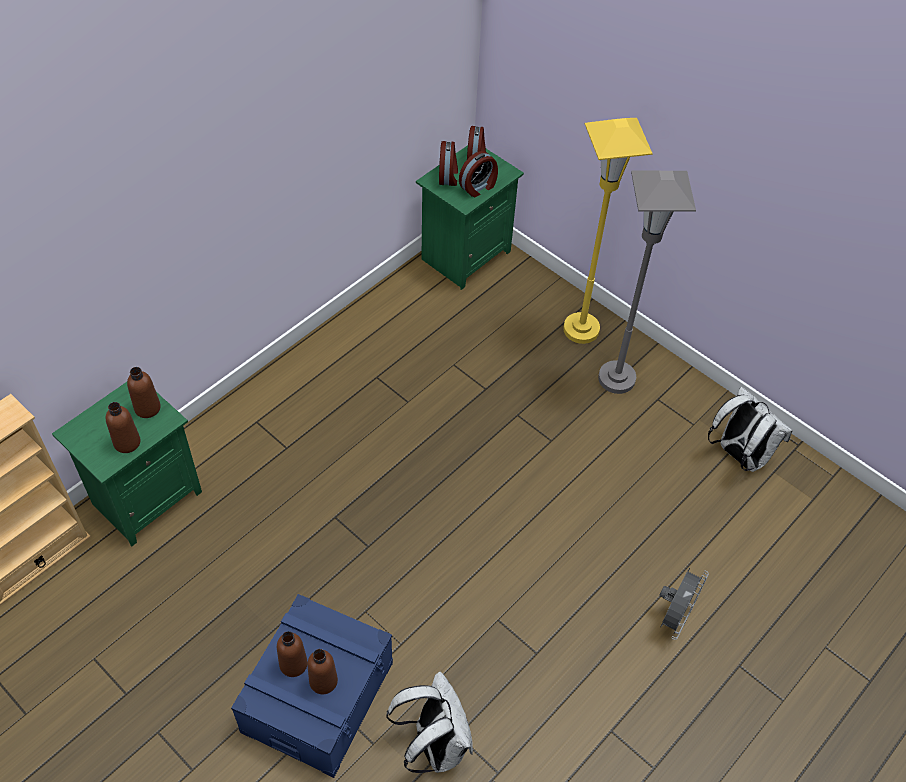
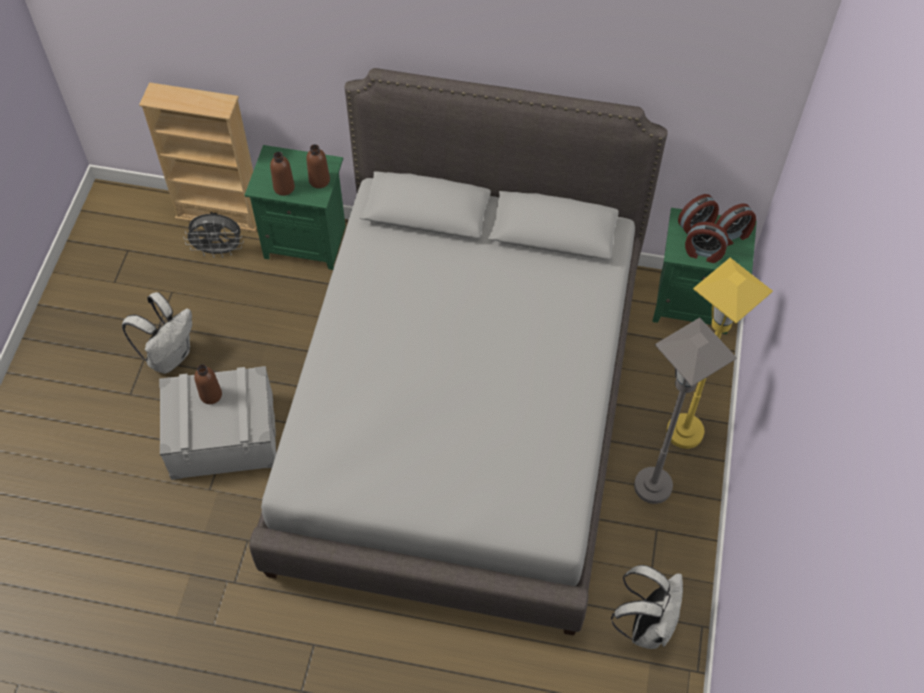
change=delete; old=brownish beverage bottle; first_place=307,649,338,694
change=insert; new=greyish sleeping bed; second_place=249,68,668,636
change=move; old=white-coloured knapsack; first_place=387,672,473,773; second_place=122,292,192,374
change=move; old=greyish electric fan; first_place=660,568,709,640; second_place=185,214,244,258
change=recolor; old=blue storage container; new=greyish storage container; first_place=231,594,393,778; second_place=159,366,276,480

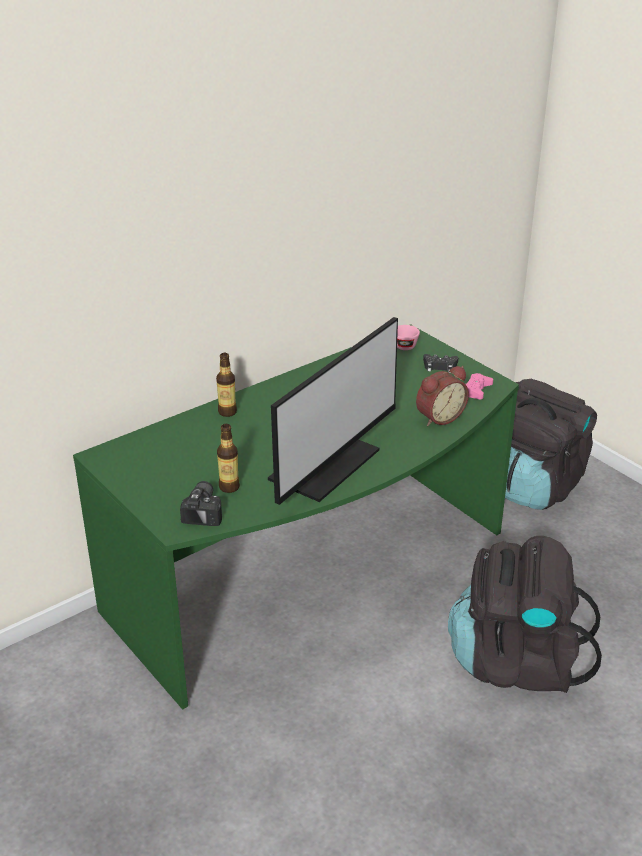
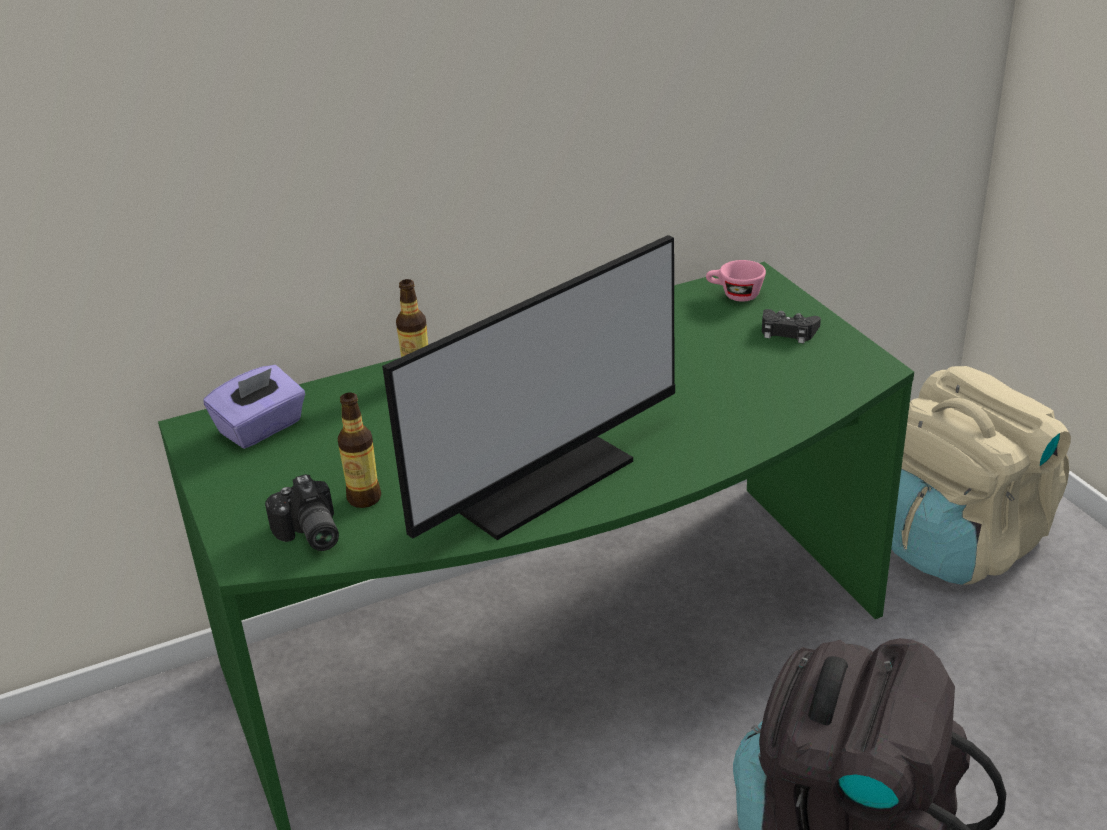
change=delete; old=alarm clock; first_place=416,366,469,426
change=delete; old=pink game controller; first_place=466,373,493,399
change=insert; new=purple-coloured tissue box; second_place=203,365,305,449
change=recolor; old=blackish knapsack; new=beige-coloured knapsack; first_place=505,379,597,510; second_place=891,366,1071,585
change=rotate; old=still camera; first_place=180,481,222,526; second_place=265,474,339,551; degrees=135

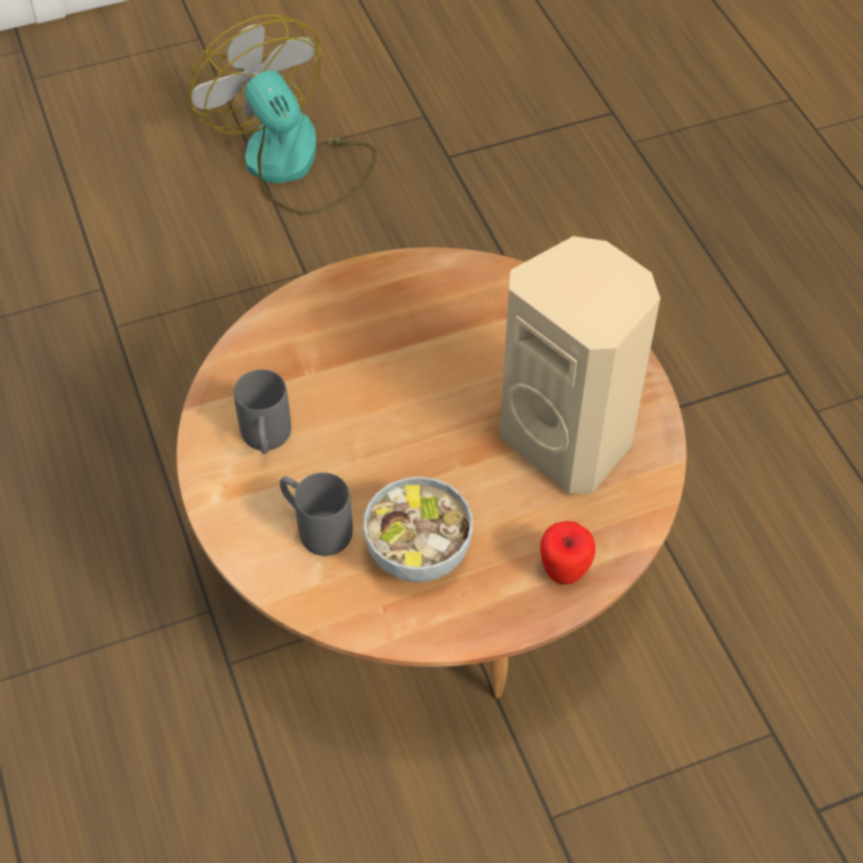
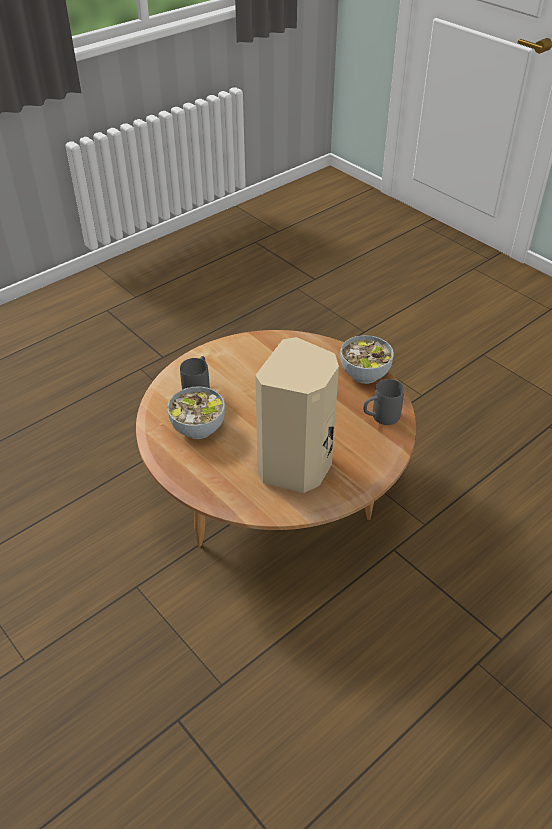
change=delete; old=electric fan; first_place=190,15,377,215
change=delete; old=apple; first_place=540,521,595,585
change=insert; new=bowl; second_place=340,335,394,384
change=move; old=greyish tea mug; first_place=234,369,291,454; second_place=363,379,404,425

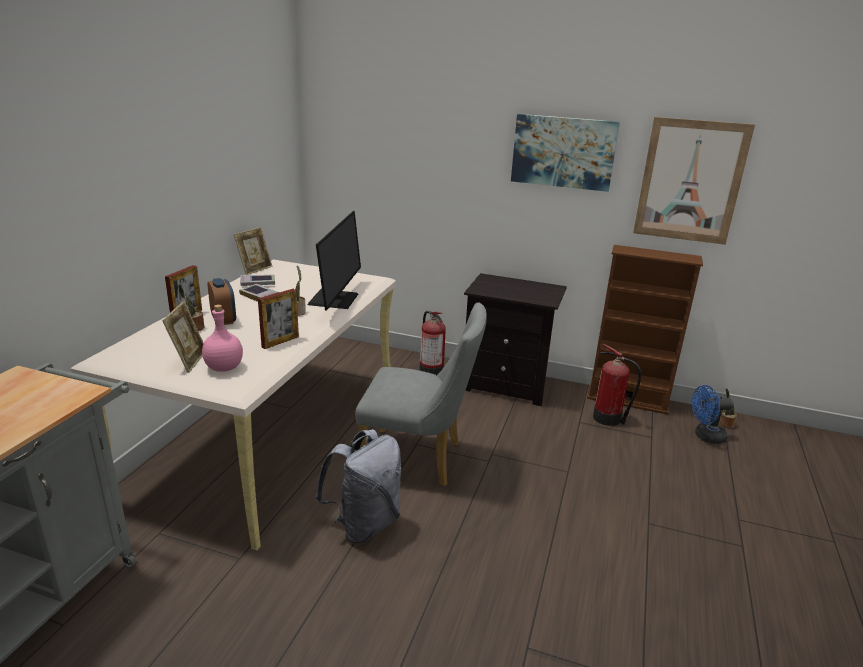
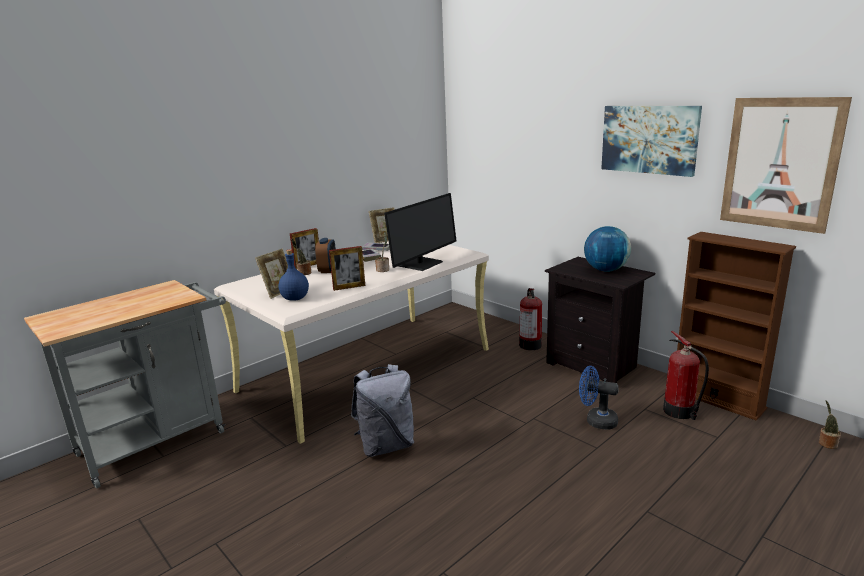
change=delete; old=greyish plain chair; first_place=355,302,487,486
change=insert; new=world globe; second_place=584,226,631,272
change=move; old=blue electric fan; first_place=692,385,733,444; second_place=579,366,619,429
change=recolor; old=pink beverage bottle; new=blue beverage bottle; first_place=202,304,243,372; second_place=279,249,309,301

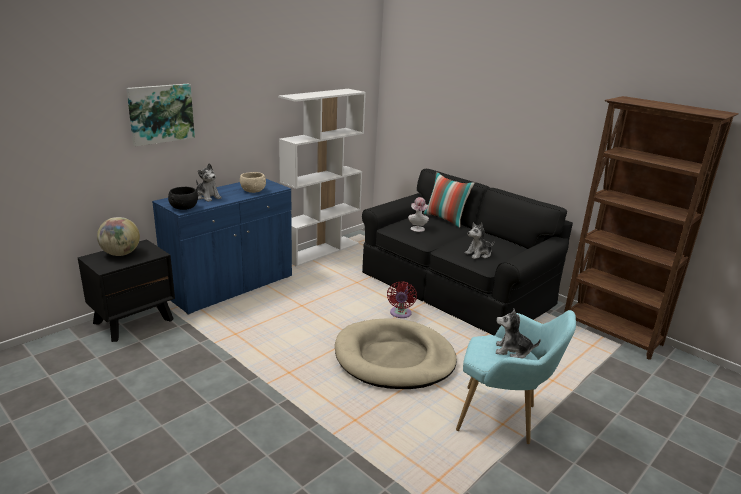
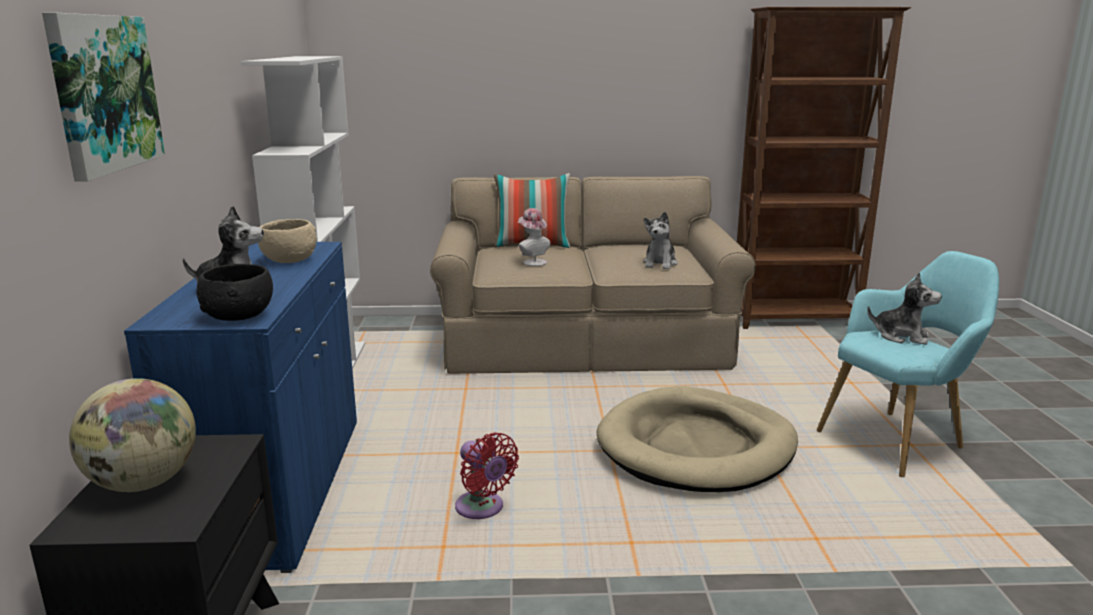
change=move; old=red electric fan; first_place=387,282,417,318; second_place=455,432,519,519
change=recolor; old=blackish sofa; new=beige-coloured sofa; first_place=362,169,573,336; second_place=430,176,756,374
change=rotate; old=plush toy; first_place=496,309,541,358; second_place=867,272,942,345; degrees=-120

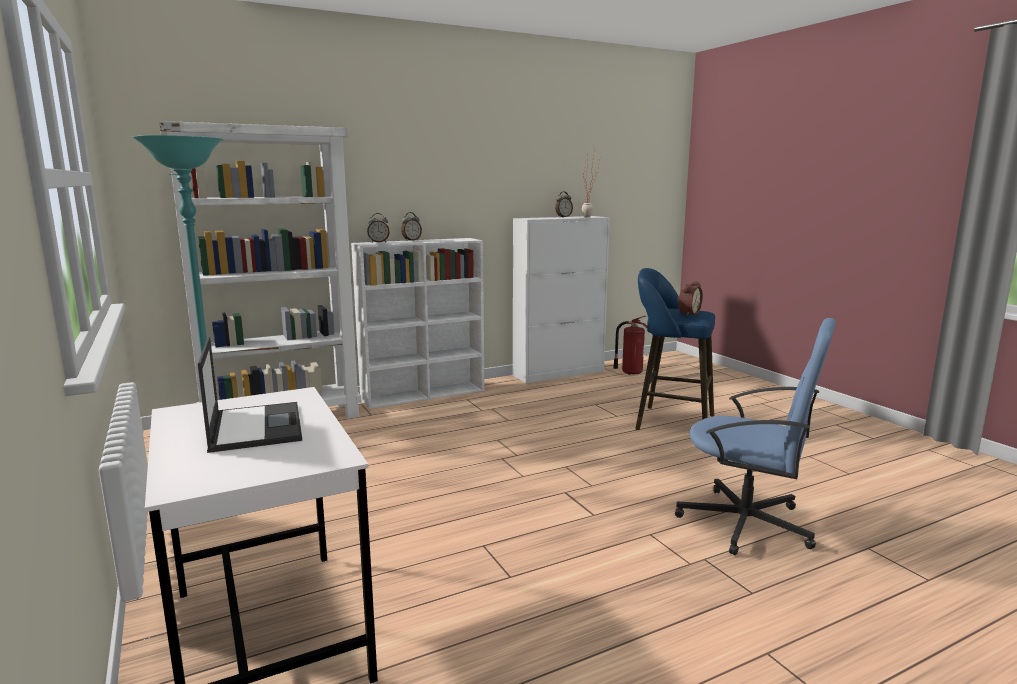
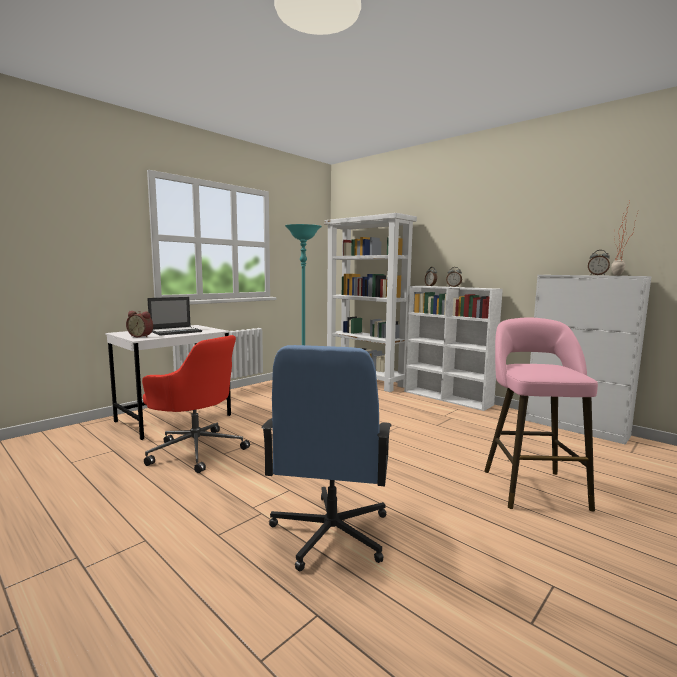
change=delete; old=fire-fighting cylinder; first_place=613,316,647,375
change=insert; new=red desk chair; second_place=142,335,250,473
change=move; old=alarm clock; first_place=678,281,703,316; second_place=126,311,153,337
change=recolor; old=blue sitting stool; new=pink sitting stool; first_place=635,268,715,430; second_place=484,317,598,511

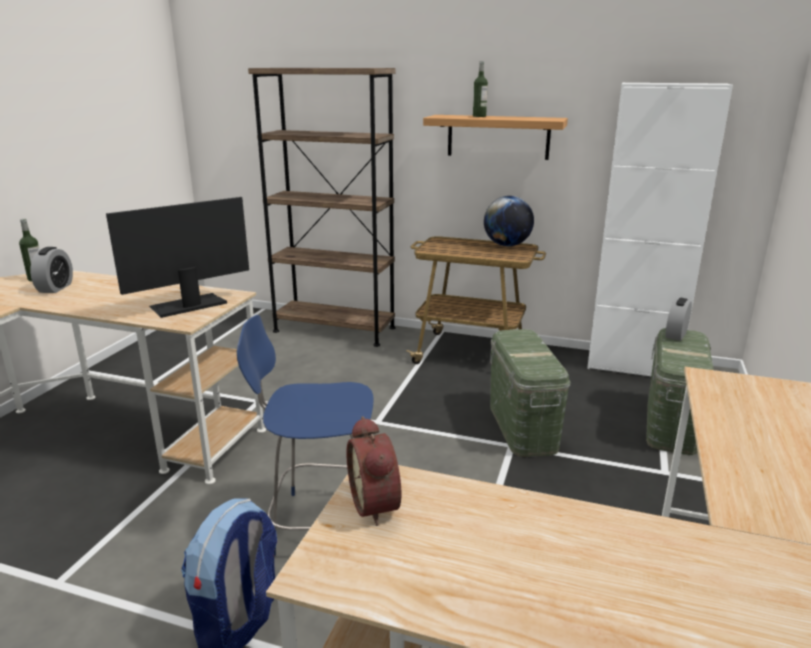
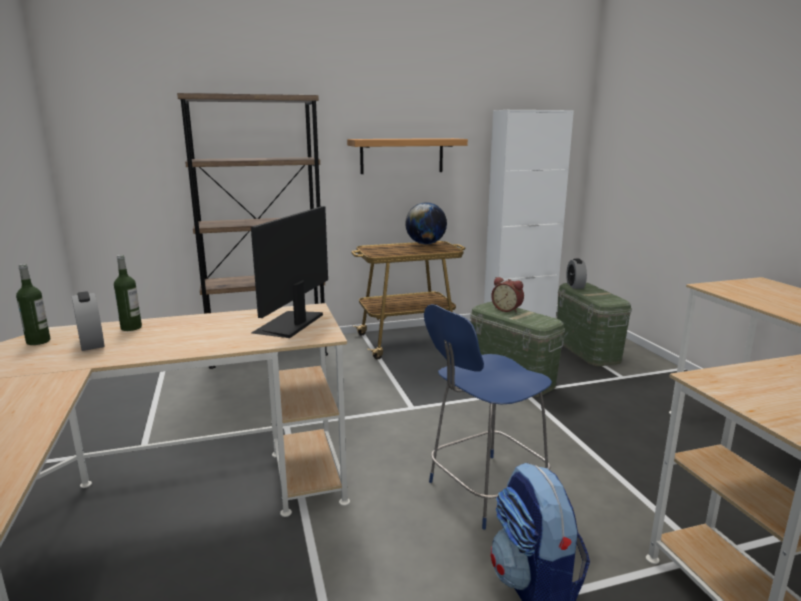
change=move; old=alarm clock; first_place=346,416,401,526; second_place=491,277,524,313
change=move; old=beverage bottle; first_place=473,61,488,117; second_place=114,255,142,331

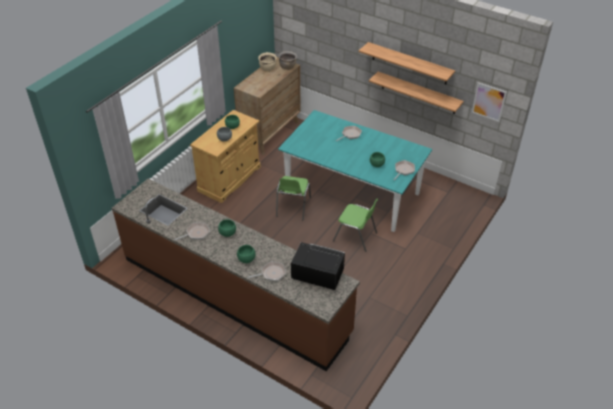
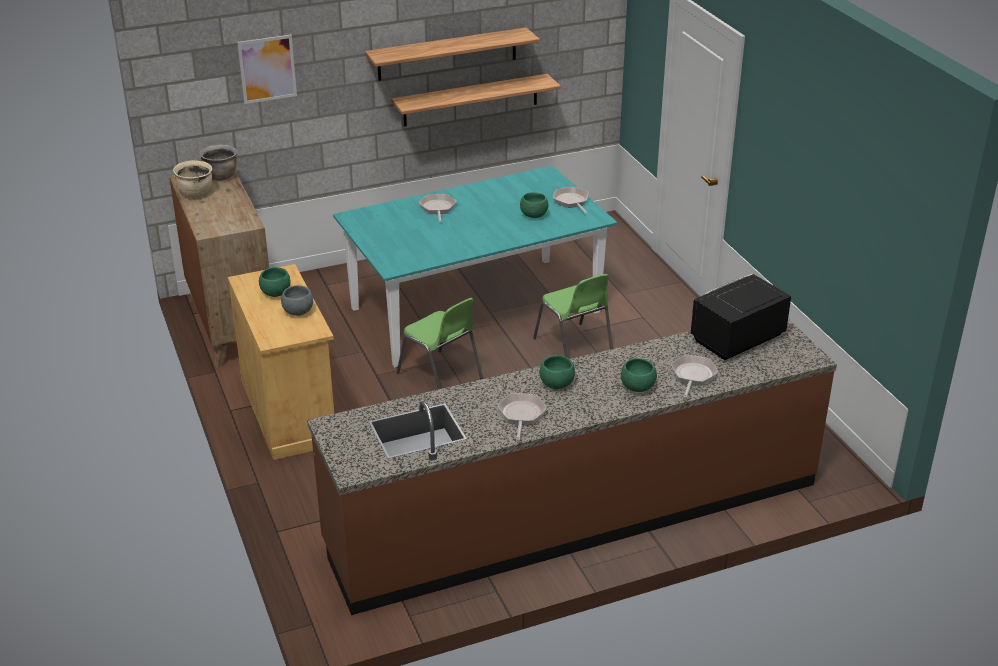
change=move; old=picture; first_place=472,82,507,122; second_place=237,35,297,104
change=rotate; old=green plain chair; first_place=333,198,378,252; second_place=533,274,613,358; degrees=90

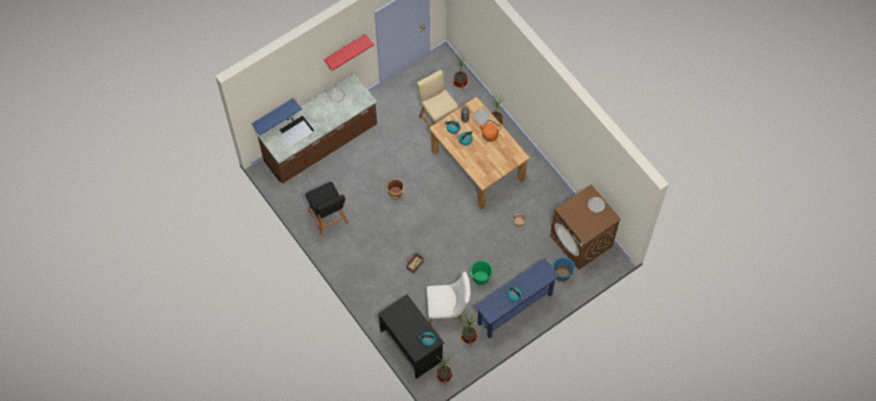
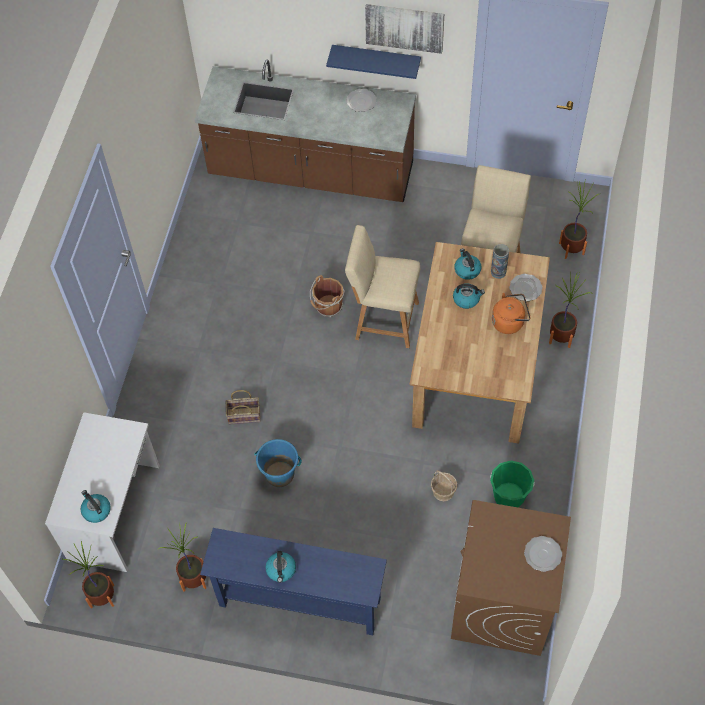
change=delete; old=blackish sitting stool; first_place=305,182,348,235
change=delete; old=white-coloured plain chair; first_place=426,272,470,326
change=insert; new=beige-coloured sitting stool; second_place=345,225,420,348
change=move; old=blue shelf; first_place=252,98,302,135; second_place=326,45,421,79
change=move; old=green water bucket; first_place=470,260,493,285; second_place=490,461,535,508
change=move; old=blue water bucket; first_place=552,257,575,282; second_place=254,439,302,487
change=replace; old=red shelf; new=picture; first_place=324,34,374,71; second_place=365,4,444,54
change=recolor; old=blackish desk table; new=white-coloured desk table; first_place=378,294,444,379; second_place=45,412,160,572

